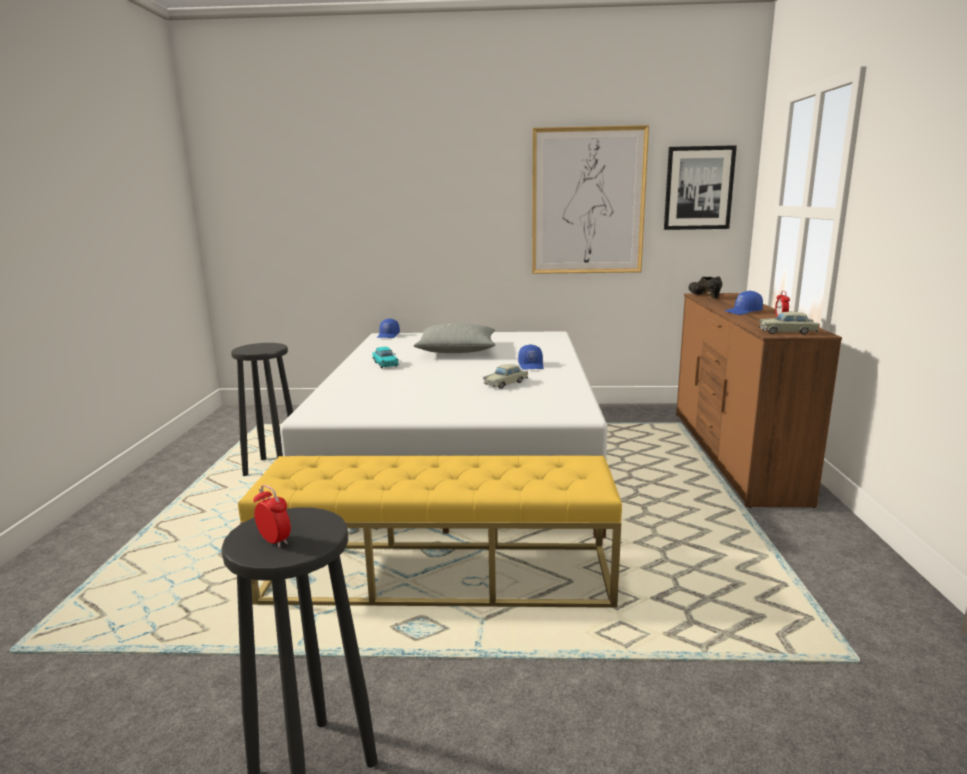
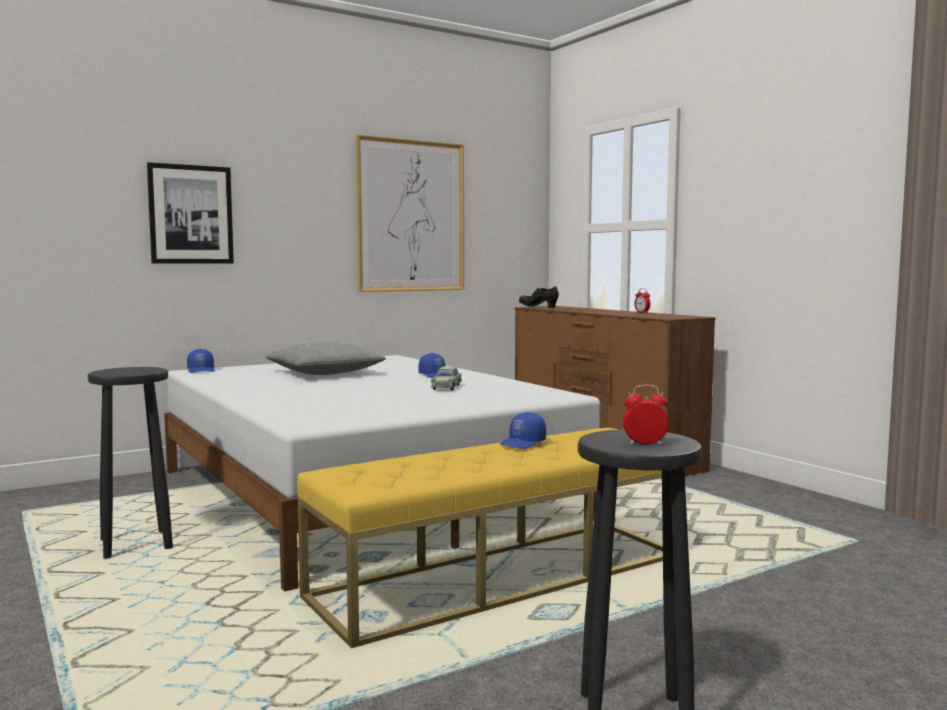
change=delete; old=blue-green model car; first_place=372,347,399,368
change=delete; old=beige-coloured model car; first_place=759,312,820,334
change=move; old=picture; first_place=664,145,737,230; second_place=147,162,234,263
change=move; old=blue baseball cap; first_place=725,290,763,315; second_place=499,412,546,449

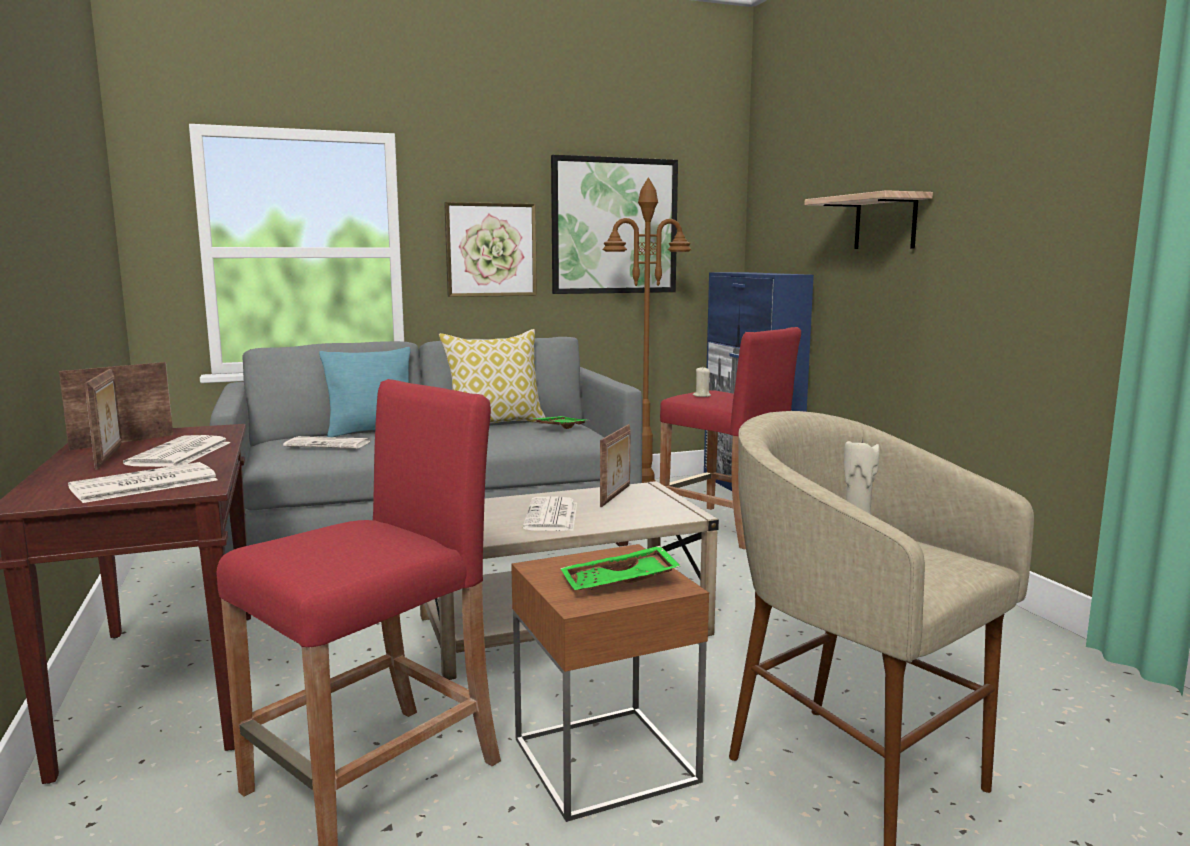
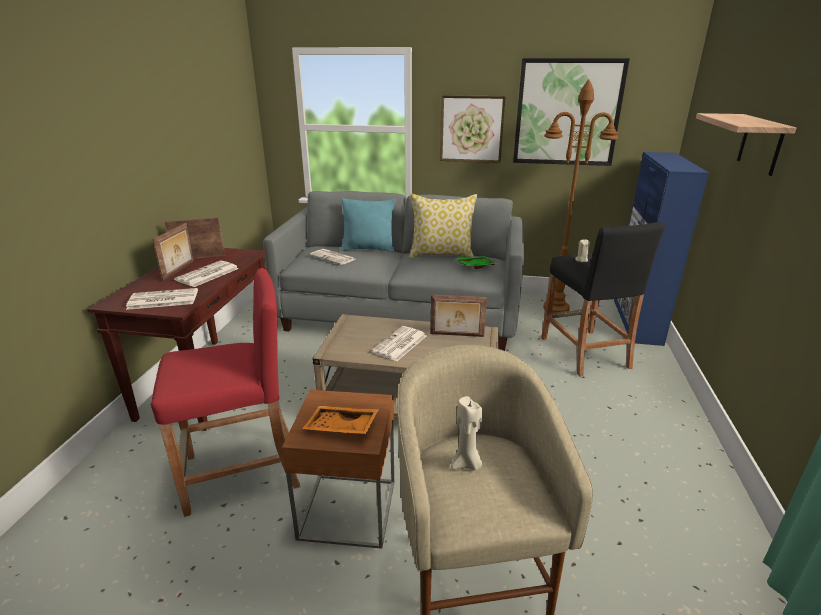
change=recolor; old=green carrying tray; new=orange carrying tray; first_place=560,546,681,590; second_place=302,406,379,434
change=recolor; old=red sitting stool; new=blackish sitting stool; first_place=660,327,801,549; second_place=541,222,665,377
change=rotate; old=picture frame; first_place=600,424,630,507; second_place=430,295,487,337; degrees=45

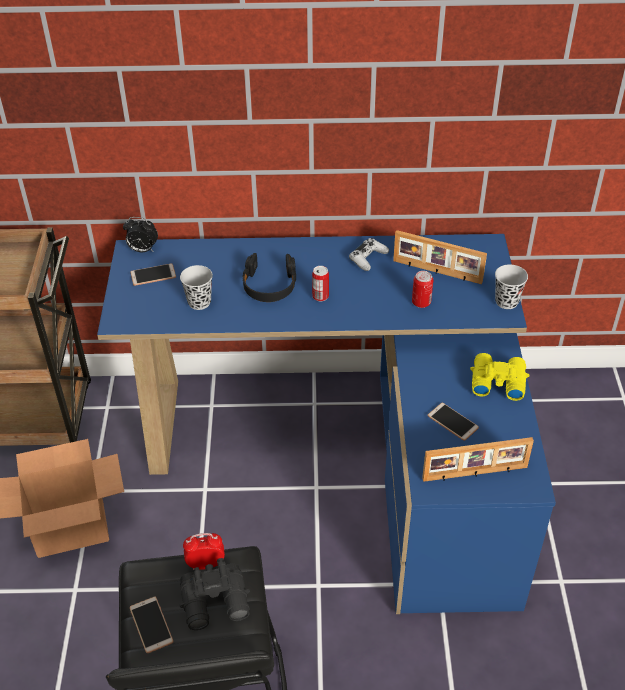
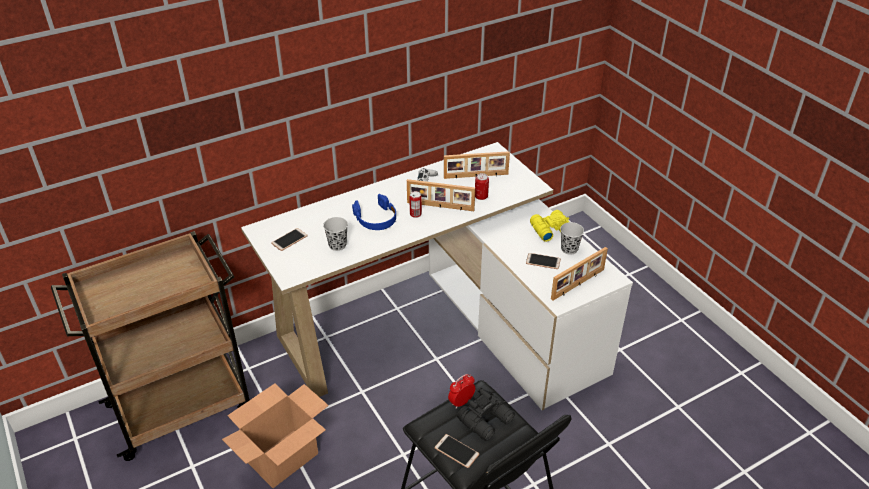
change=delete; old=alarm clock; first_place=123,217,158,252
change=insert; new=picture frame; second_place=407,179,475,211
change=move; old=blackish cup; first_place=495,264,528,309; second_place=560,222,584,255
change=recolor; old=blue desk table; new=white-coloured desk table; first_place=97,234,556,614; second_place=241,142,633,410
change=recolor; old=blackish headphones; new=blue headphones; first_place=242,253,296,302; second_place=352,194,396,230

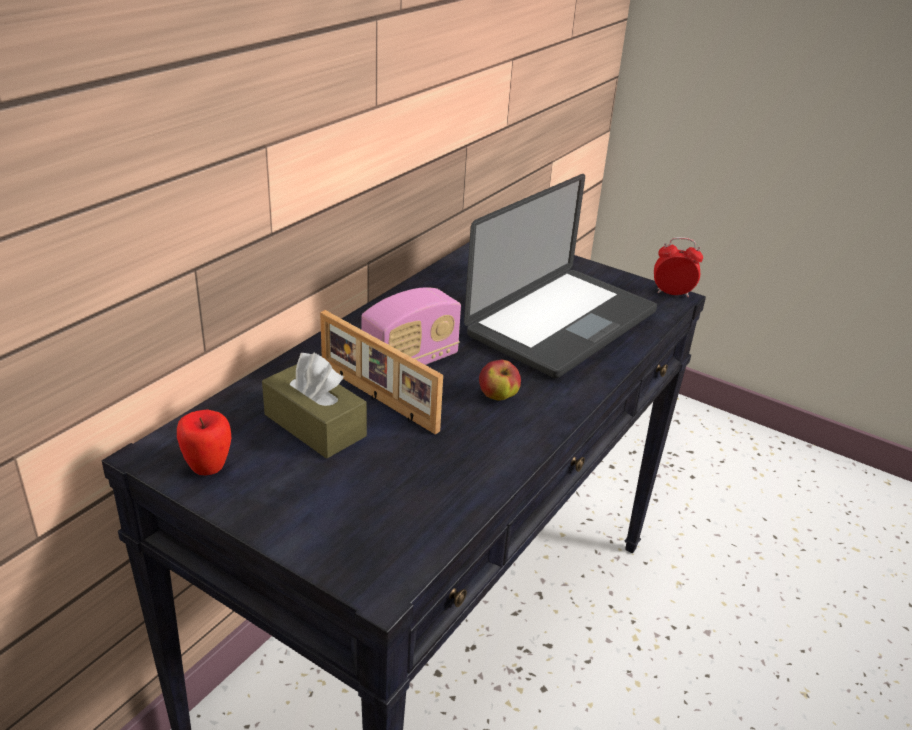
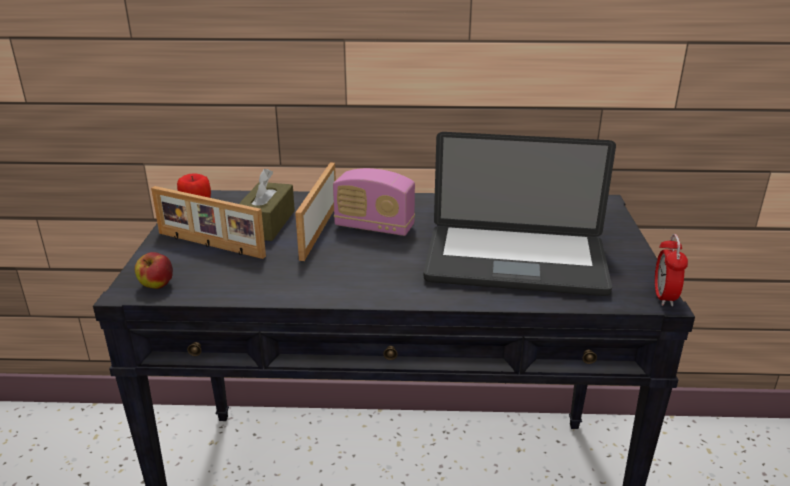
change=insert; new=picture frame; second_place=151,186,266,259
change=move; old=apple; first_place=479,360,521,400; second_place=135,252,173,289
change=rotate; old=alarm clock; first_place=654,237,703,297; second_place=655,234,688,307; degrees=-150

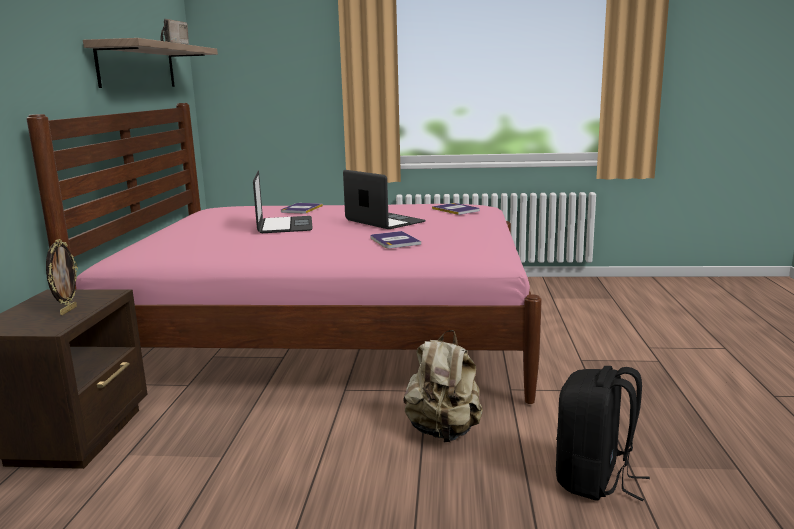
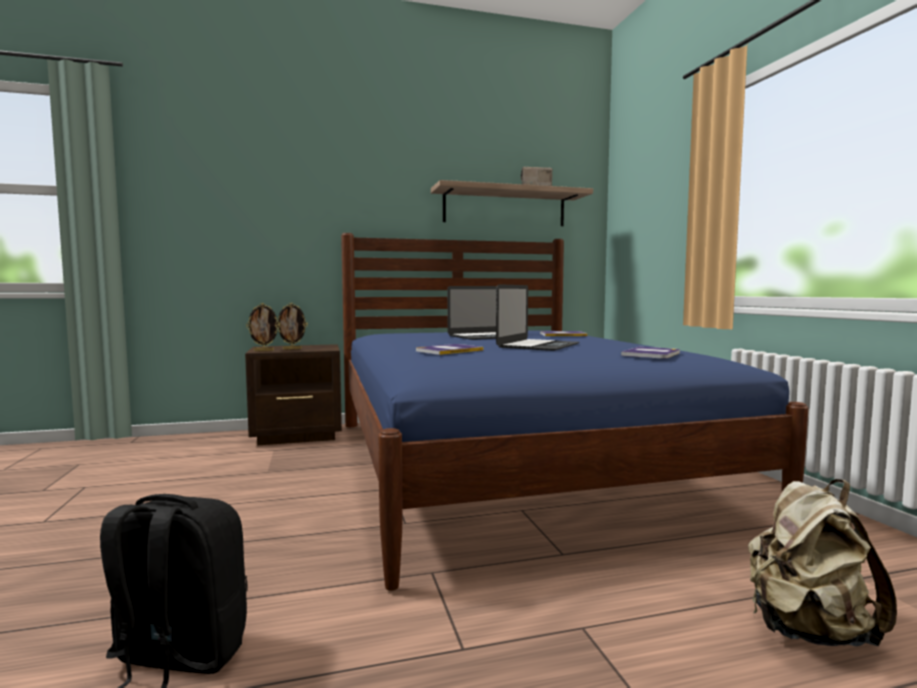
change=insert; new=picture frame; second_place=246,303,280,352
change=move; old=beige-coloured knapsack; first_place=403,330,483,442; second_place=748,479,897,646
change=recolor; old=pink sleeping bed; new=blue sleeping bed; first_place=27,103,542,404; second_place=341,233,809,591

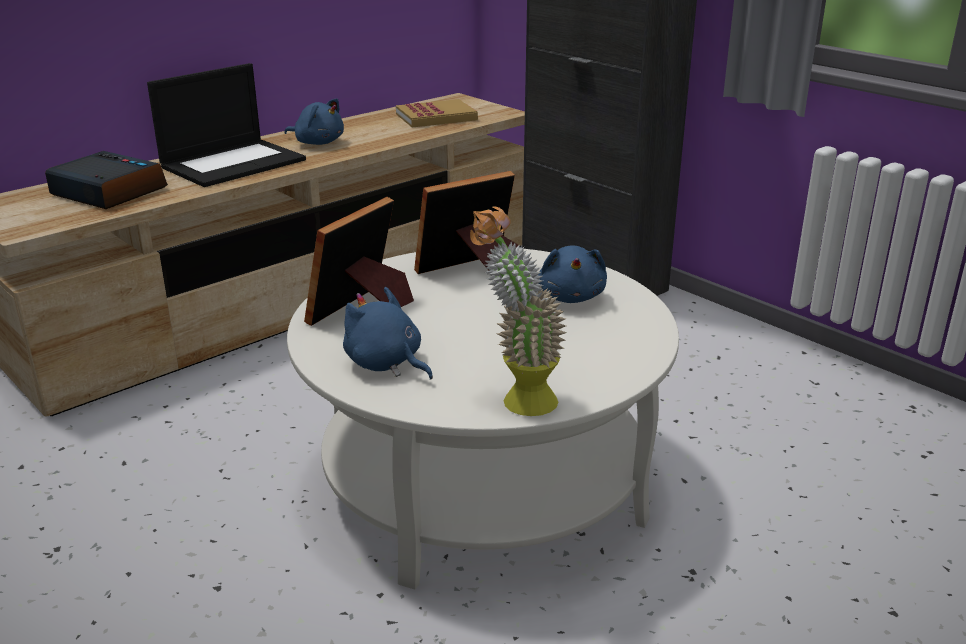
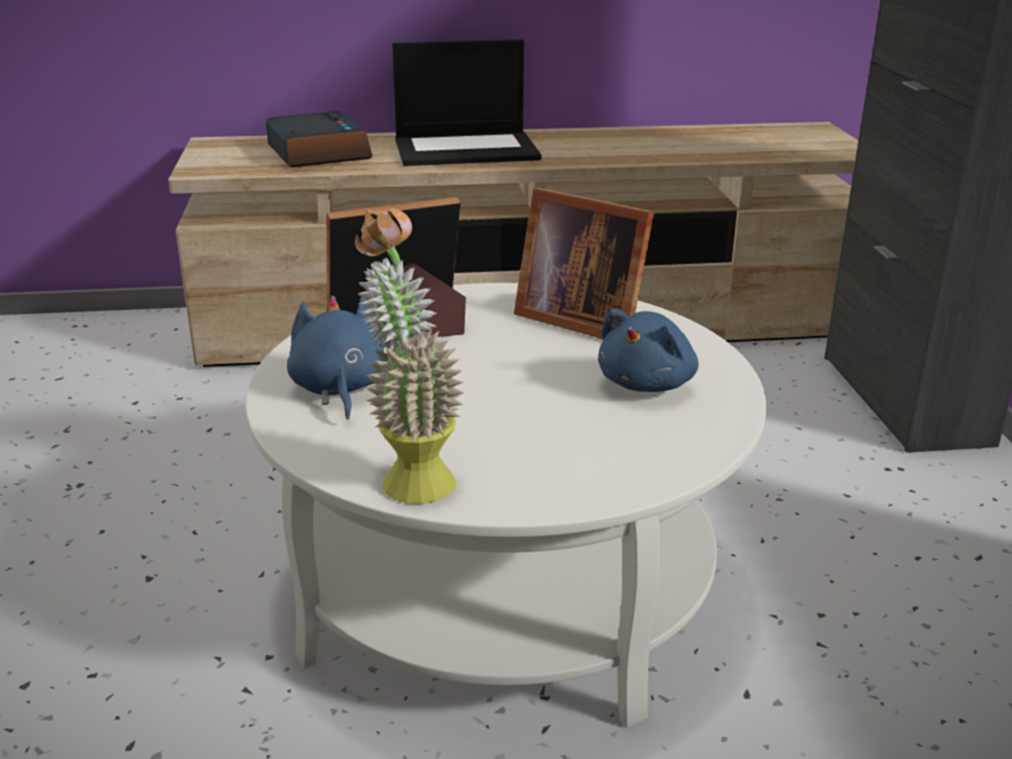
change=delete; old=blue plush toy; first_place=284,98,344,145
change=delete; old=book; first_place=396,99,478,127
change=rotate; old=picture frame; first_place=414,171,518,274; second_place=514,188,654,339; degrees=-150

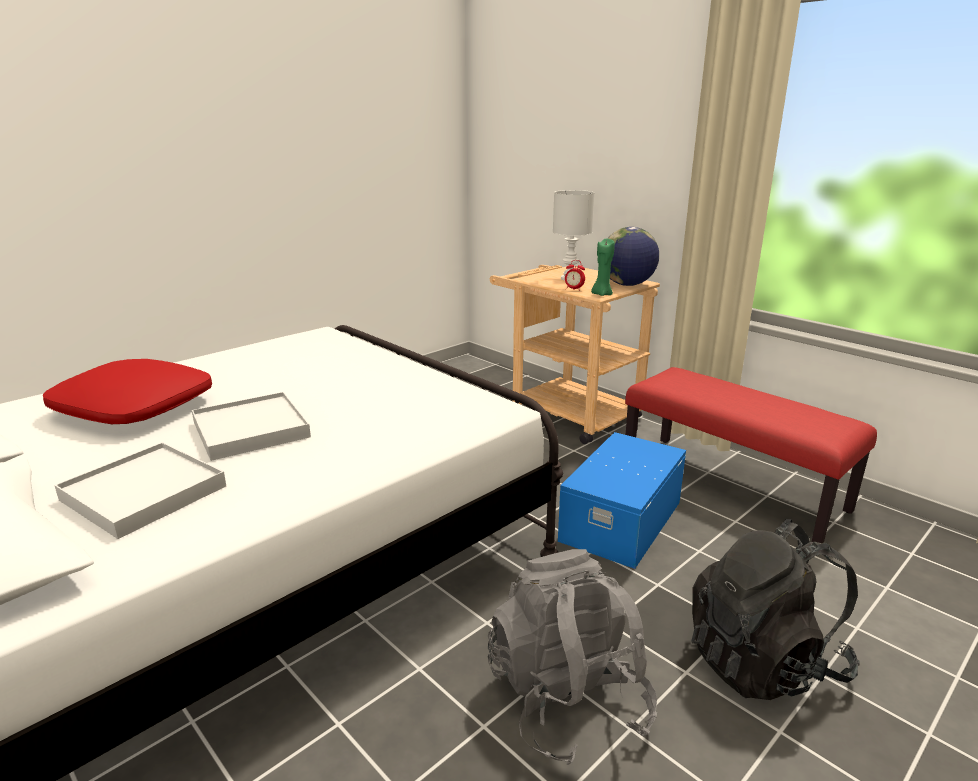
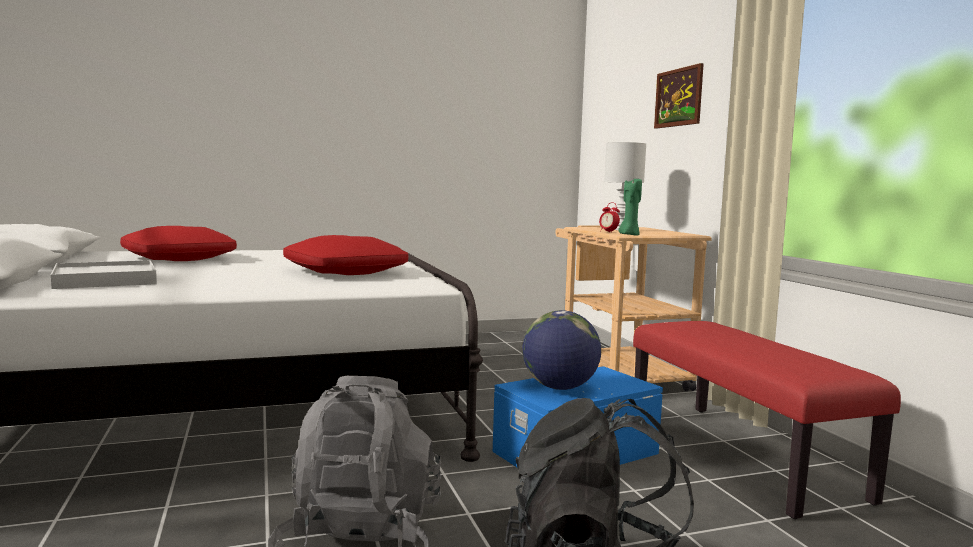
change=delete; old=white-coloured carrying tray; first_place=192,392,311,461
change=insert; new=red throw pillow; second_place=283,235,409,275
change=insert; new=picture; second_place=654,63,704,129
change=move; old=world globe; first_place=607,227,659,286; second_place=522,310,601,390

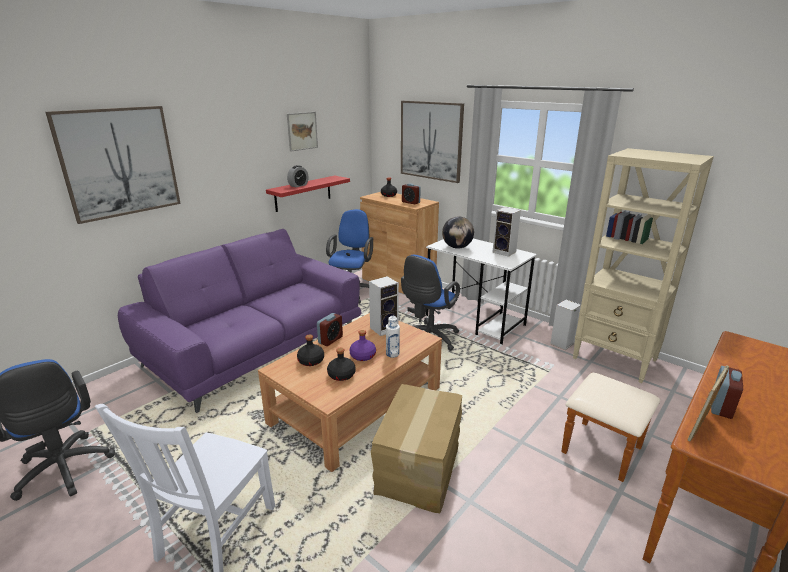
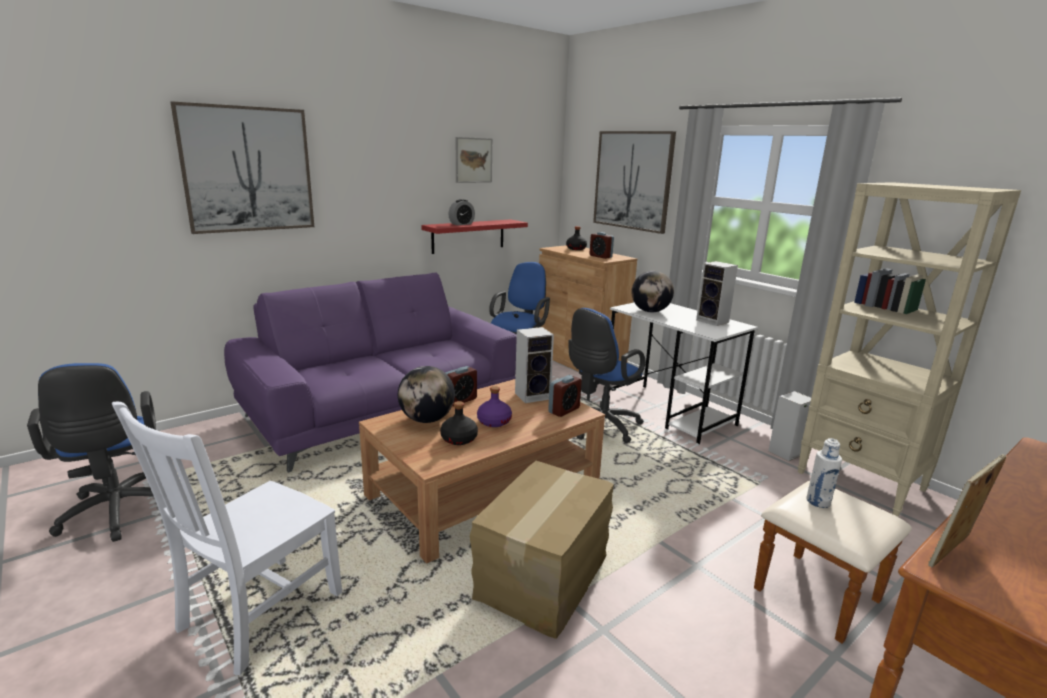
change=move; old=white-coloured beverage bottle; first_place=386,316,400,358; second_place=806,438,842,508
change=move; old=alarm clock; first_place=711,366,743,419; second_place=548,375,582,417
change=replace; old=blackish beverage bottle; new=world globe; first_place=297,334,324,366; second_place=398,366,455,423

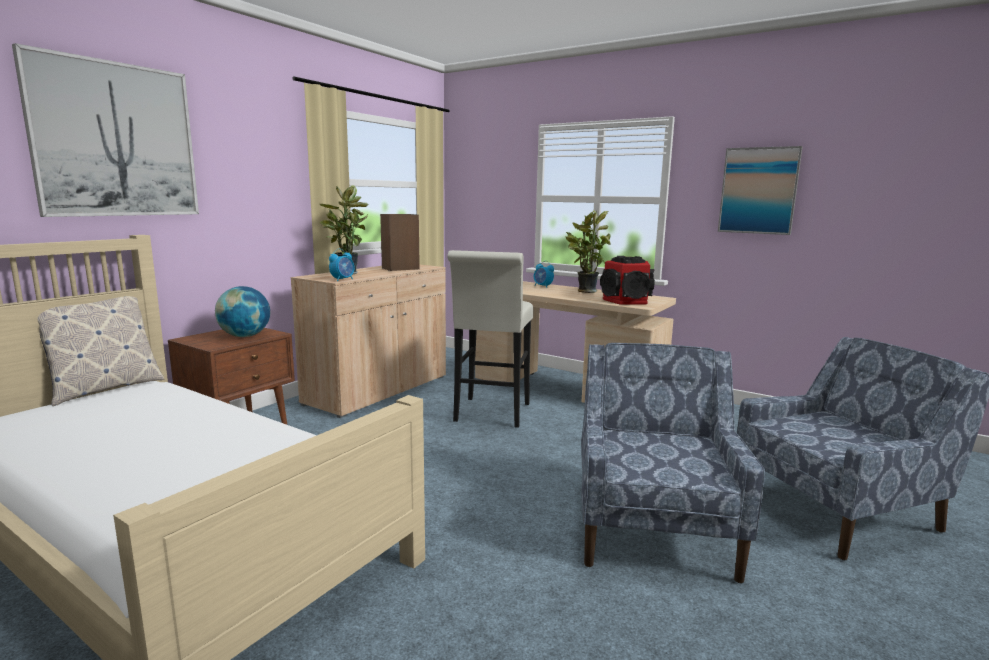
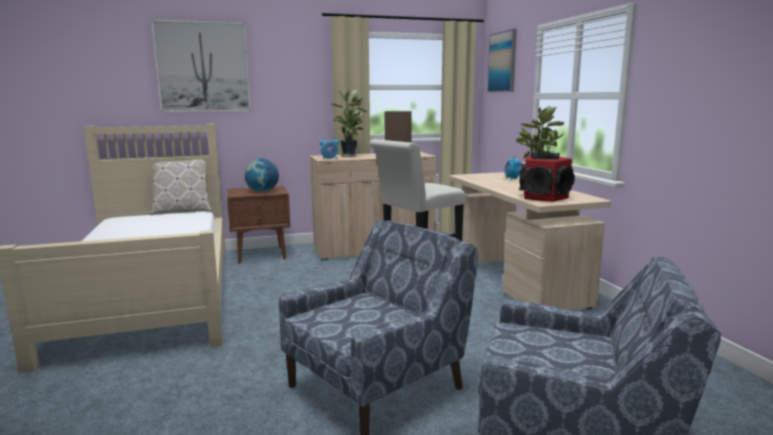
change=move; old=picture; first_place=718,146,803,235; second_place=487,29,517,93

